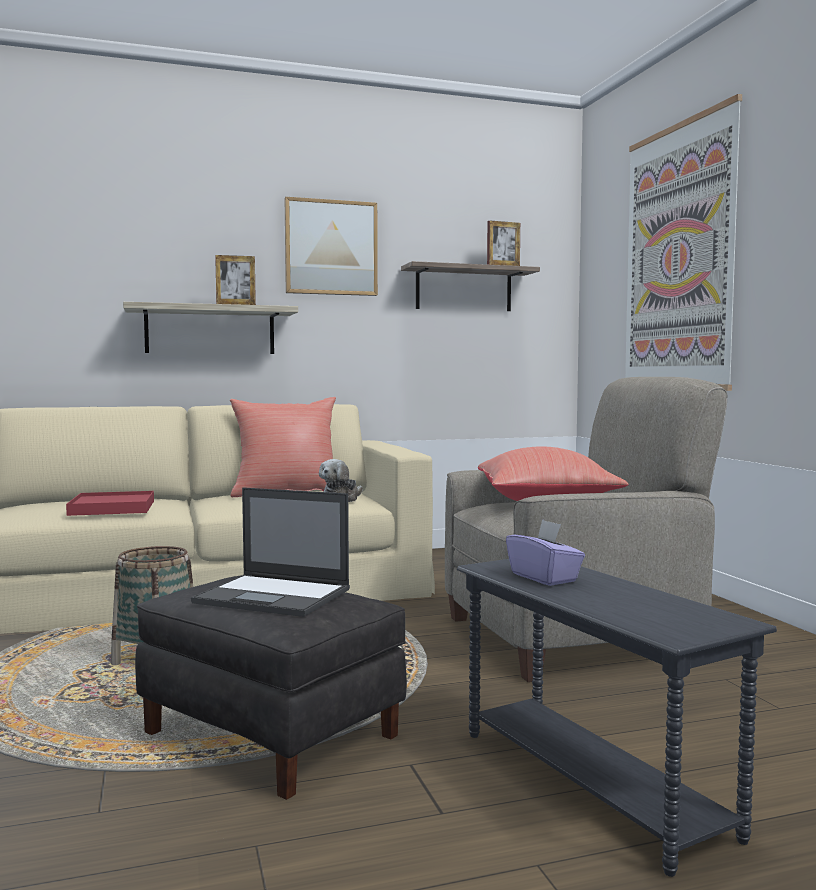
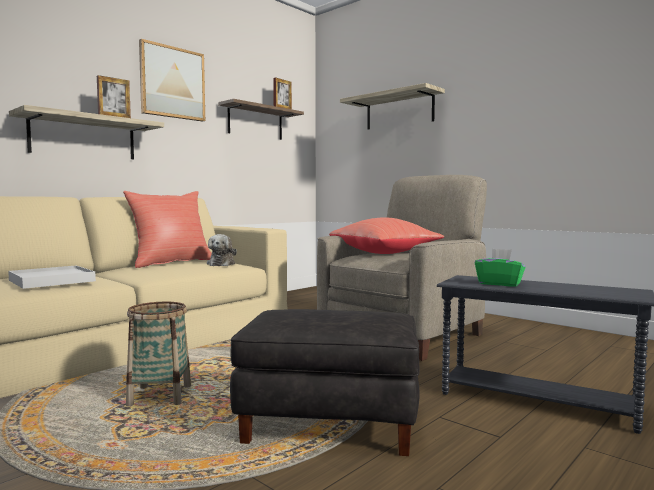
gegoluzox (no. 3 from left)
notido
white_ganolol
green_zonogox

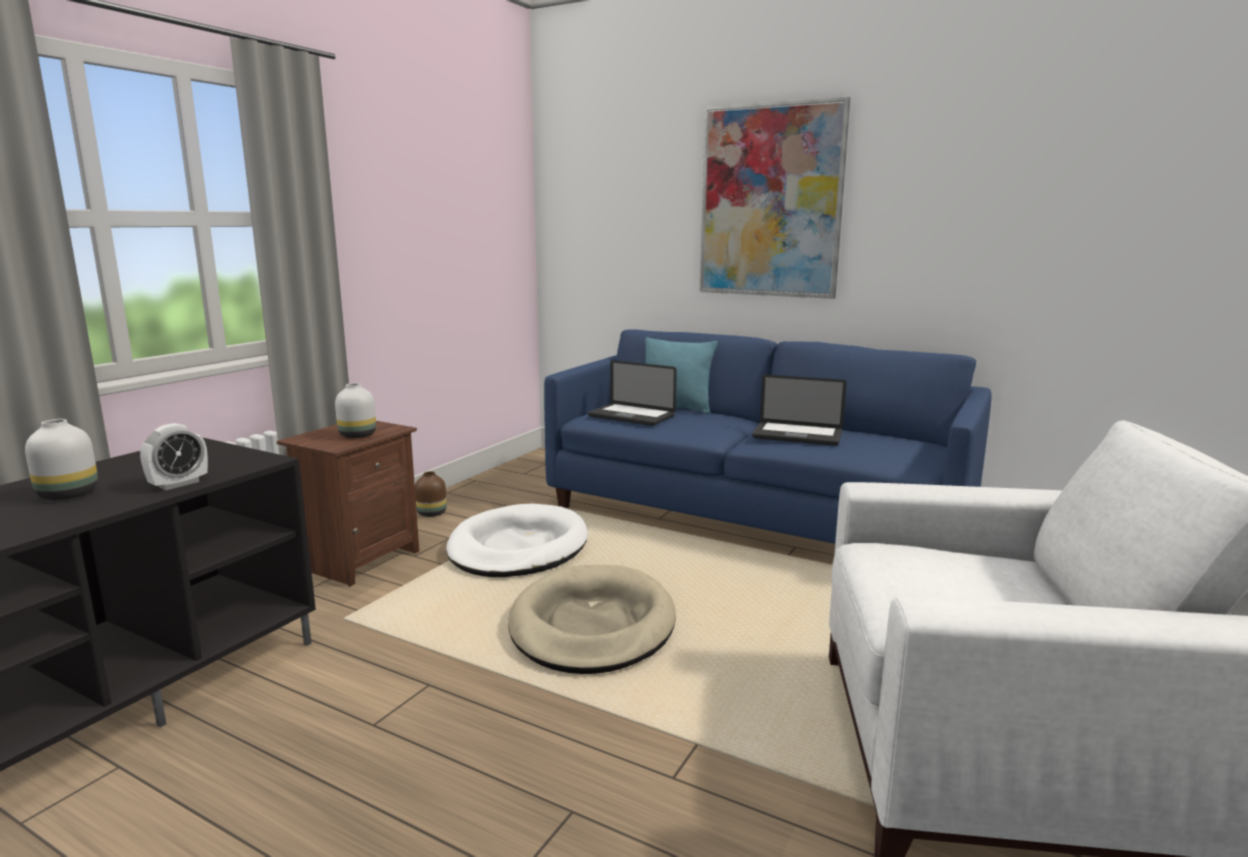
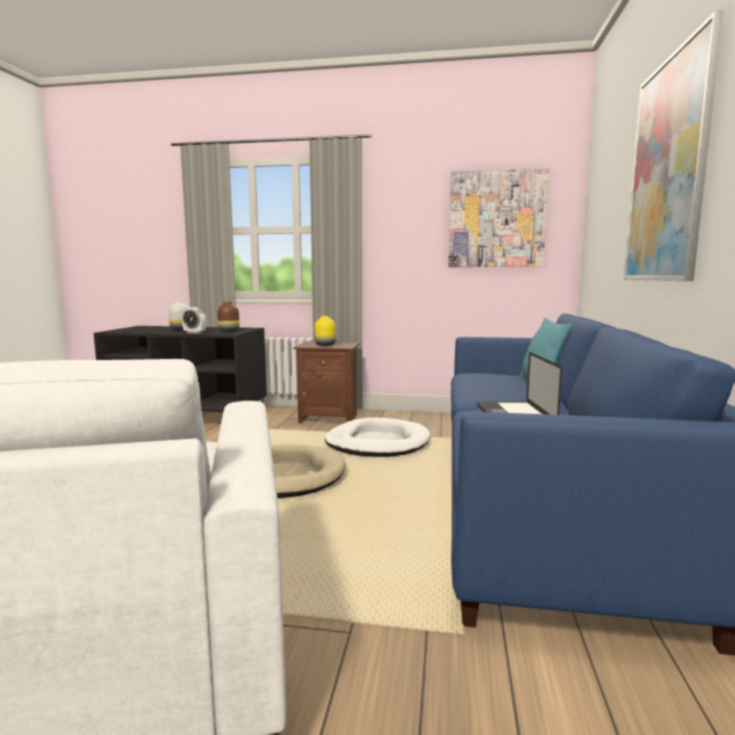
notido (no. 1 from left in the first image)
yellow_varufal
brown_varufal
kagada (no. 1 from left)

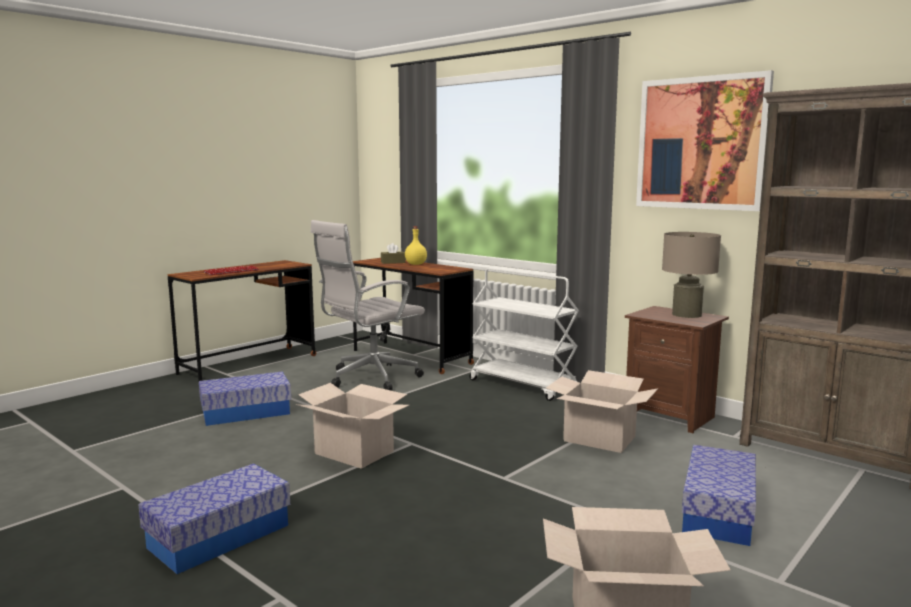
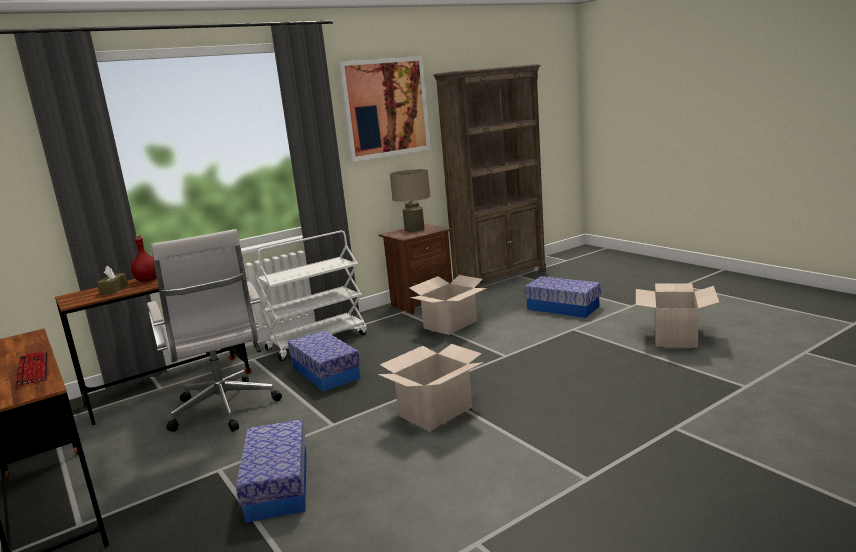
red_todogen
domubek (no. 2 from left)

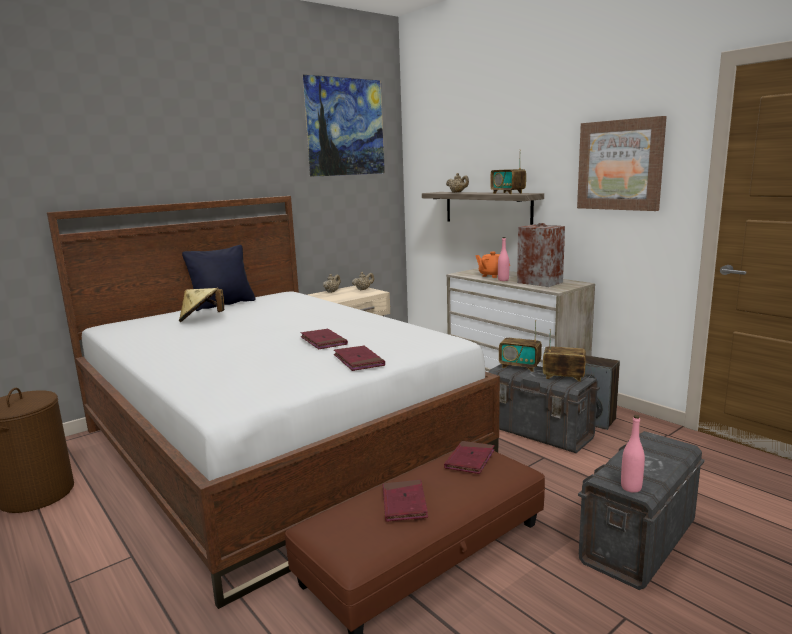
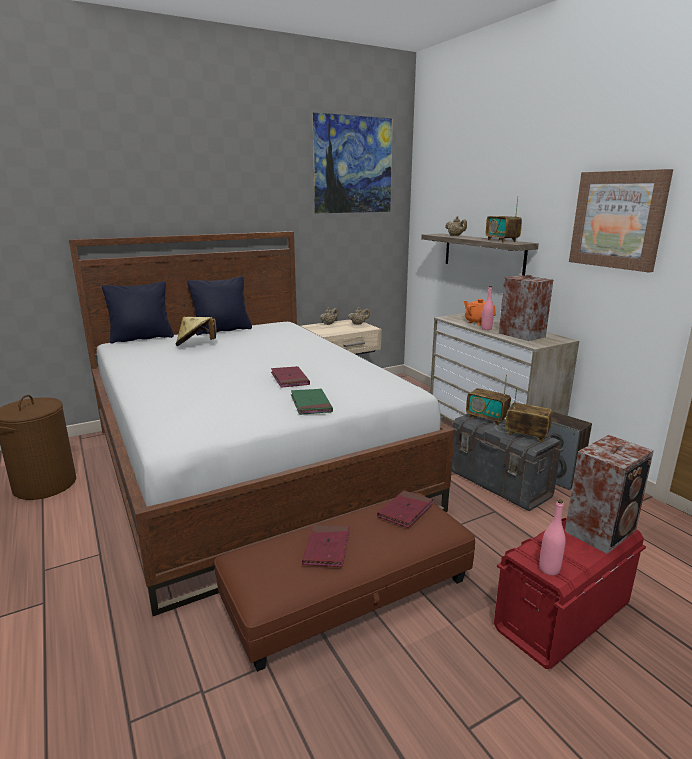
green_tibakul
red_domubek
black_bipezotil (no. 1 from left)
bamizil (no. 3 from left)

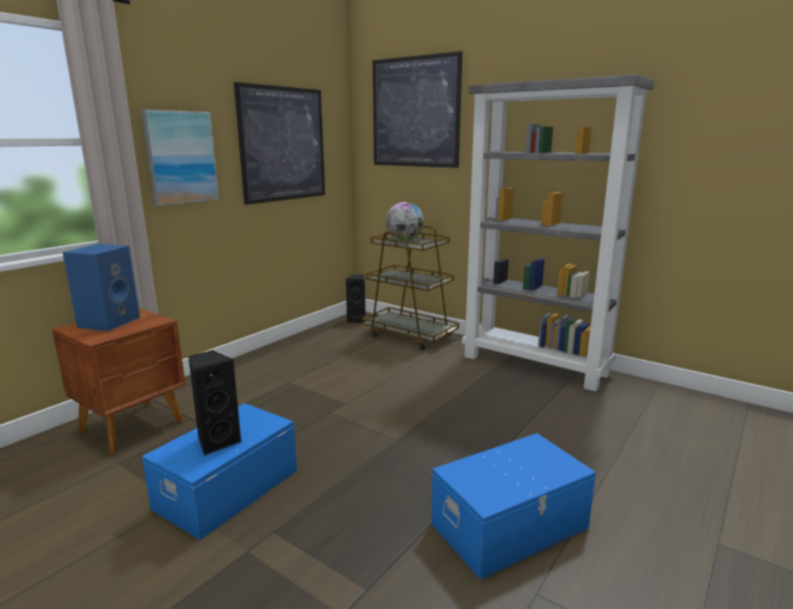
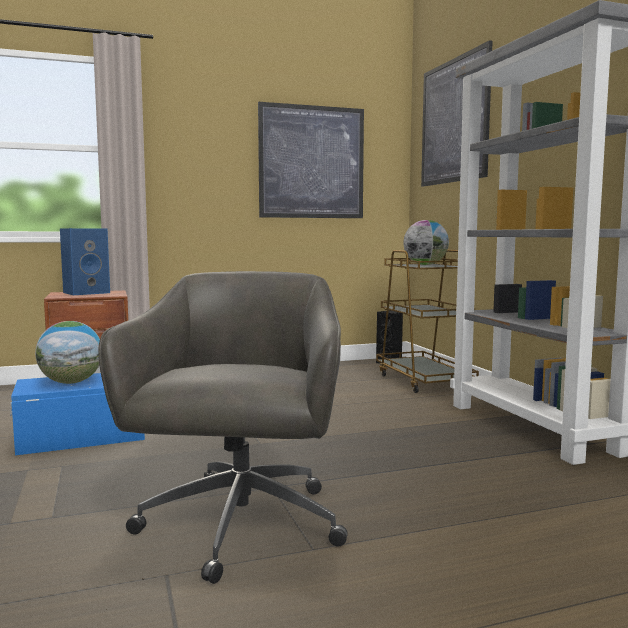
kagada (no. 1 from left in the first image)
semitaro (no. 1 from left)
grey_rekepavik

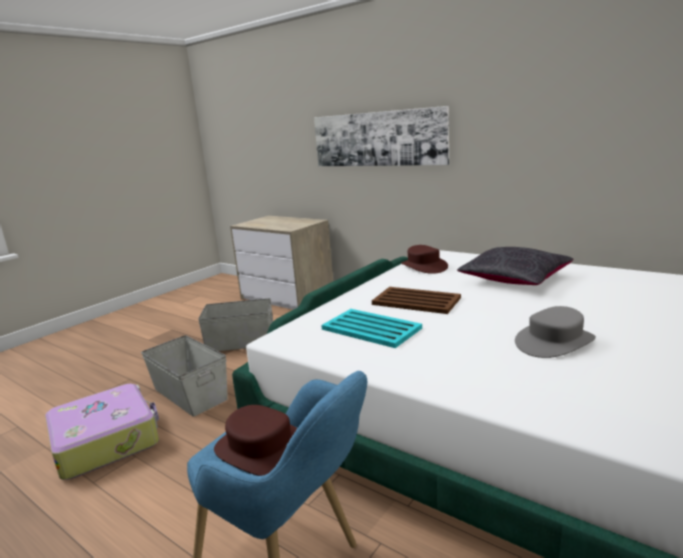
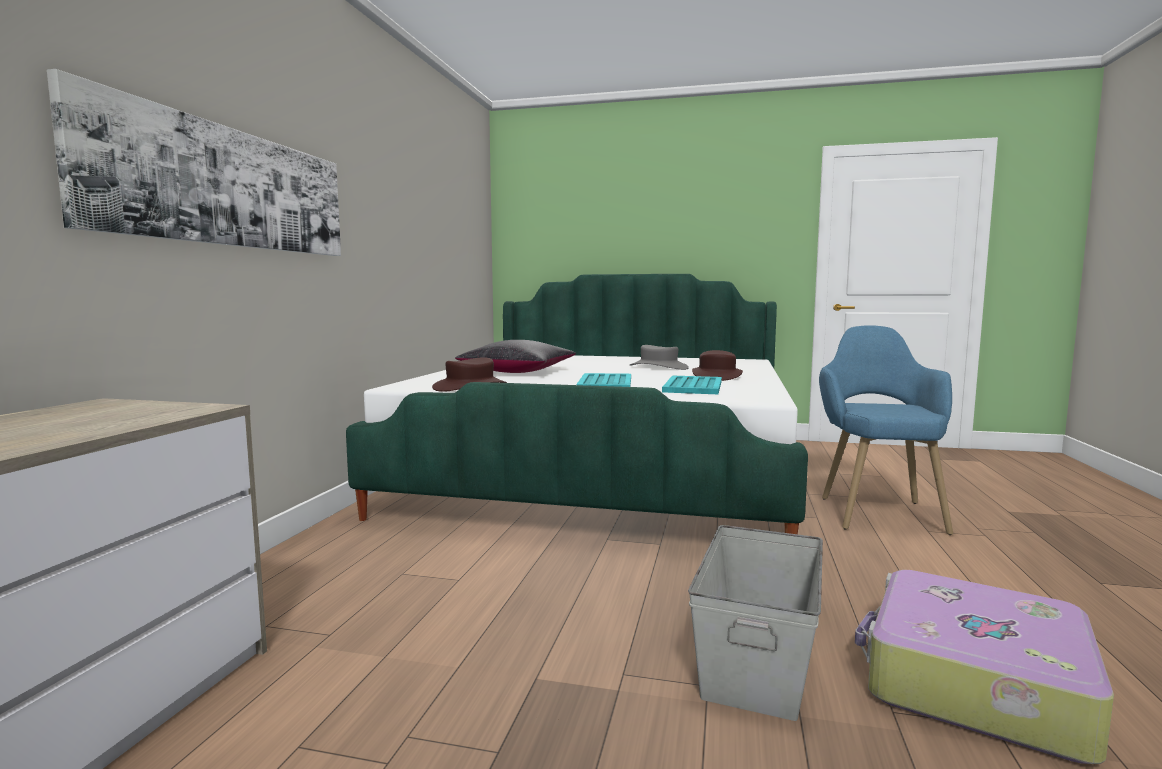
turquoise_ganolol (no. 1 from left)
grey_domubek (no. 2 from left in the first image)
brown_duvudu (no. 2 from left)

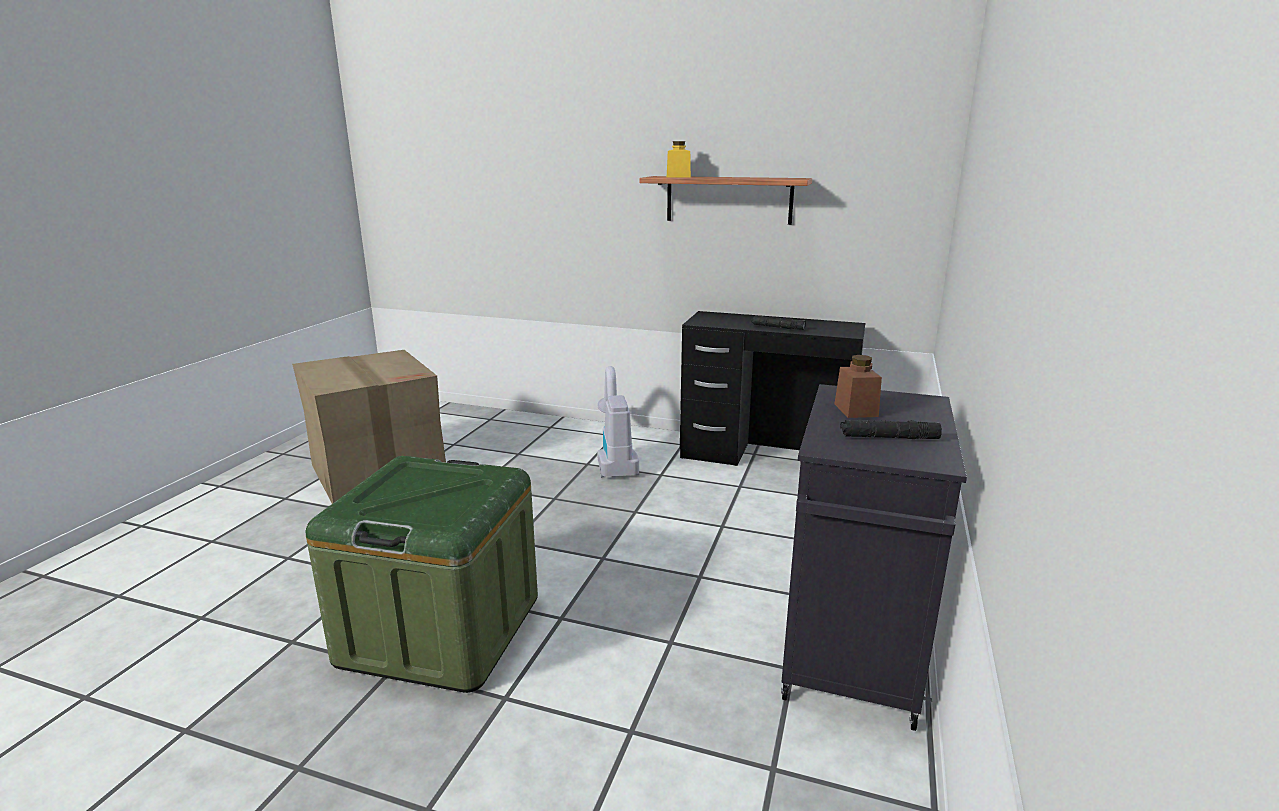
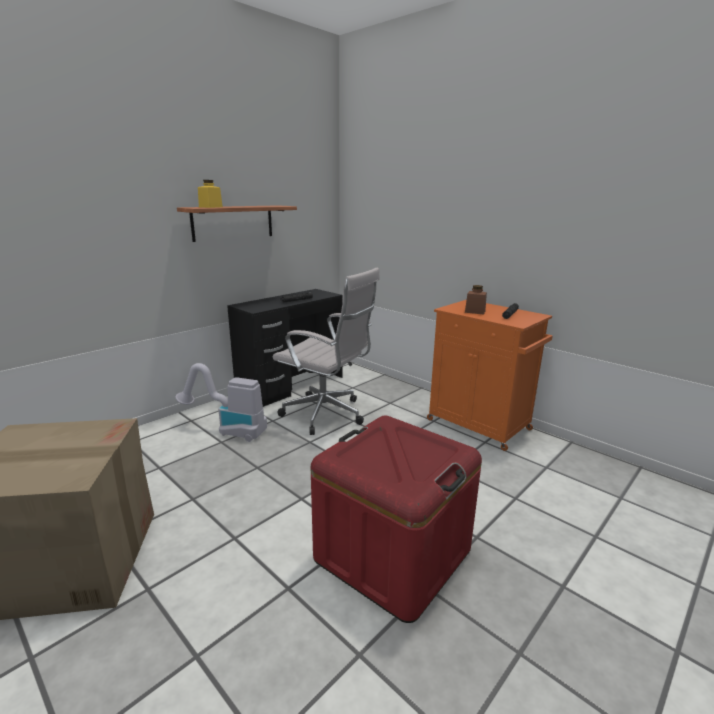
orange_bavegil
red_domubek
white_rekepavik

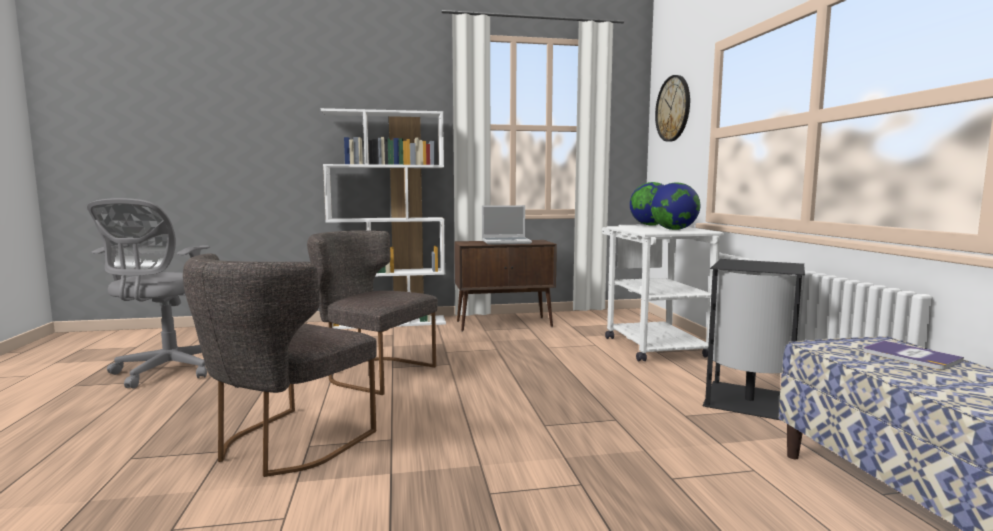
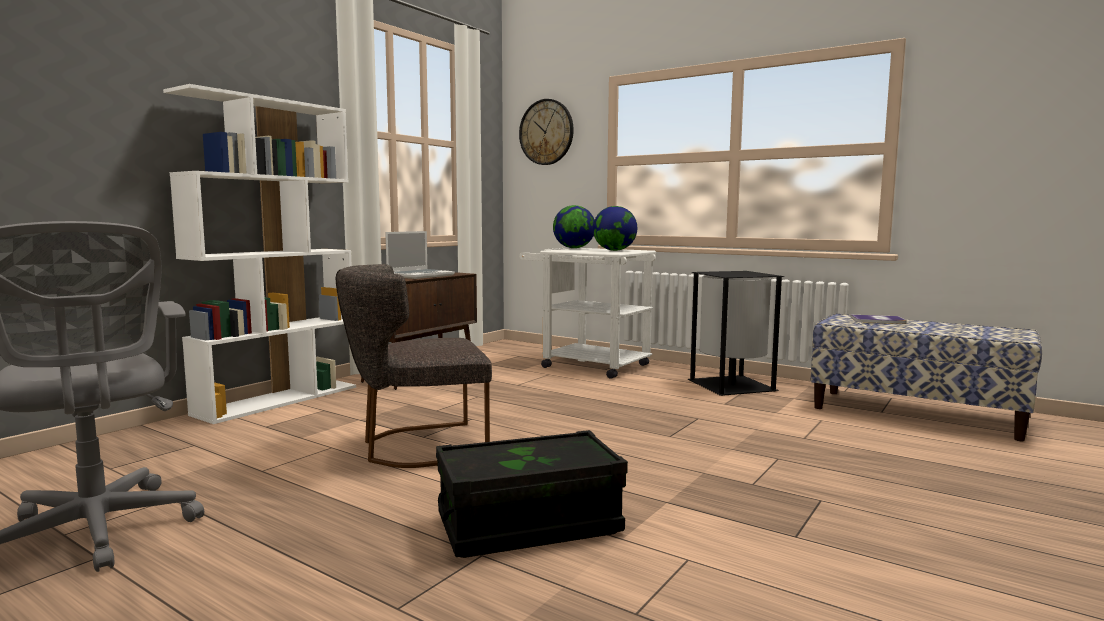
black_domubek

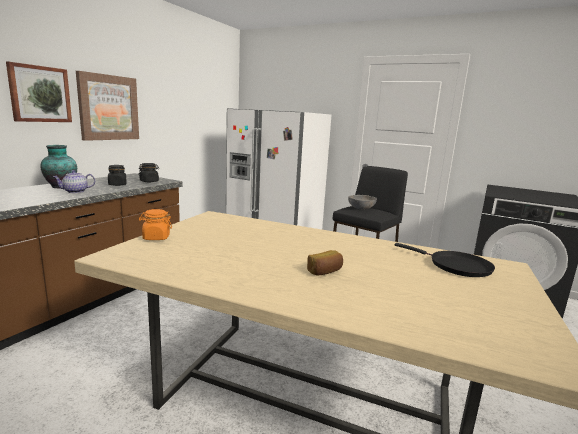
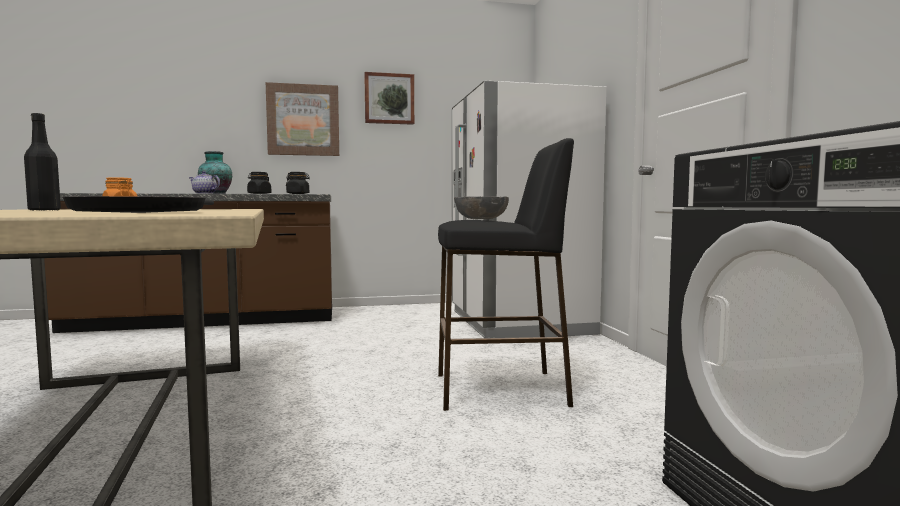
kagada (no. 2 from left)
black_todogen

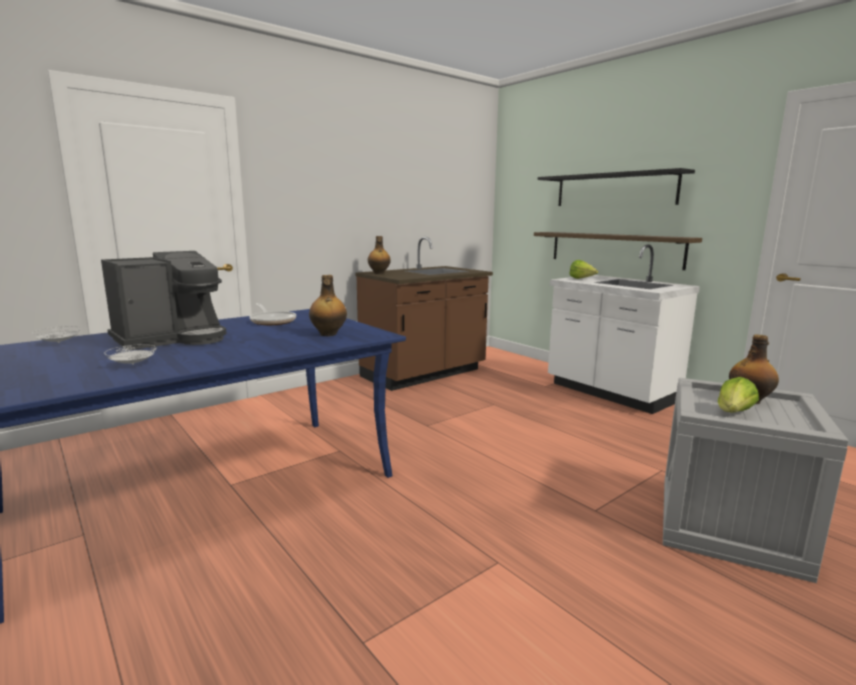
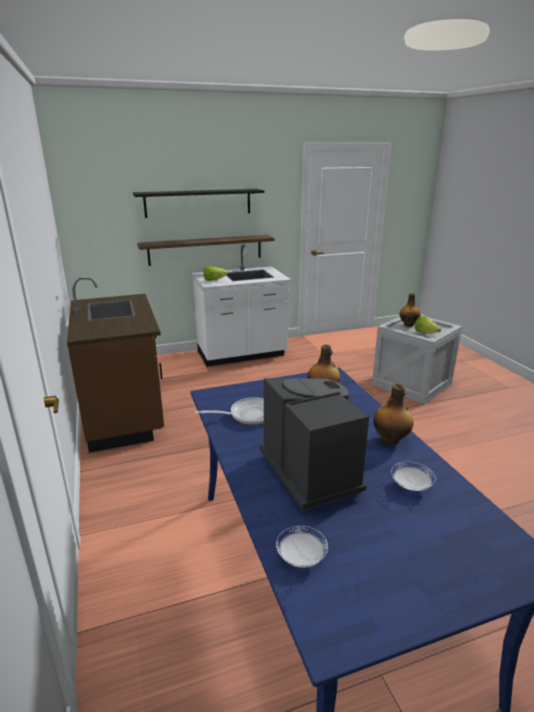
todogen (no. 2 from left)

